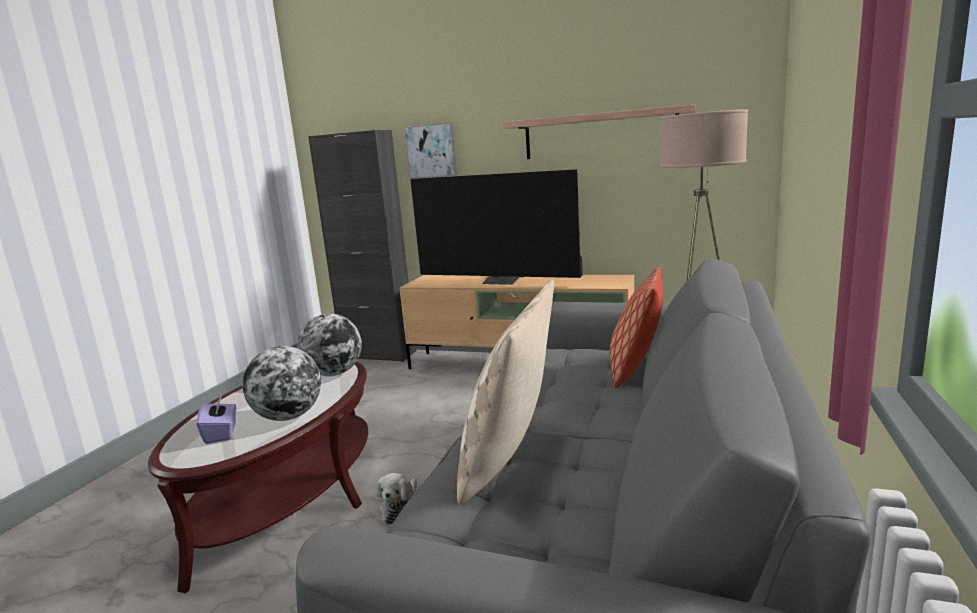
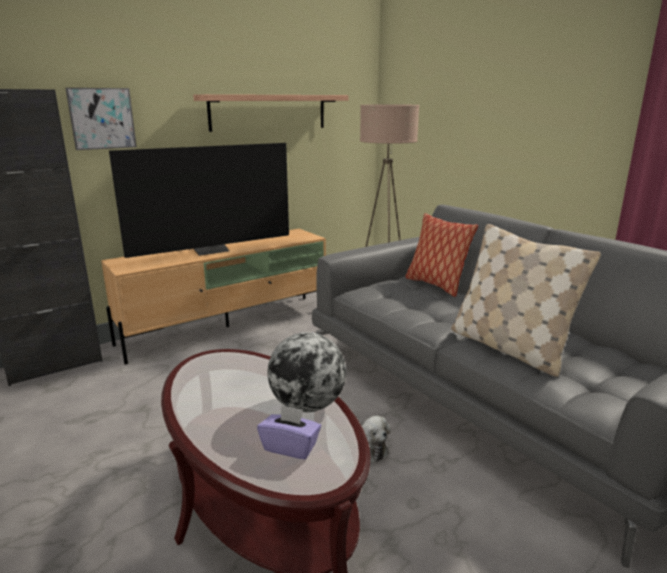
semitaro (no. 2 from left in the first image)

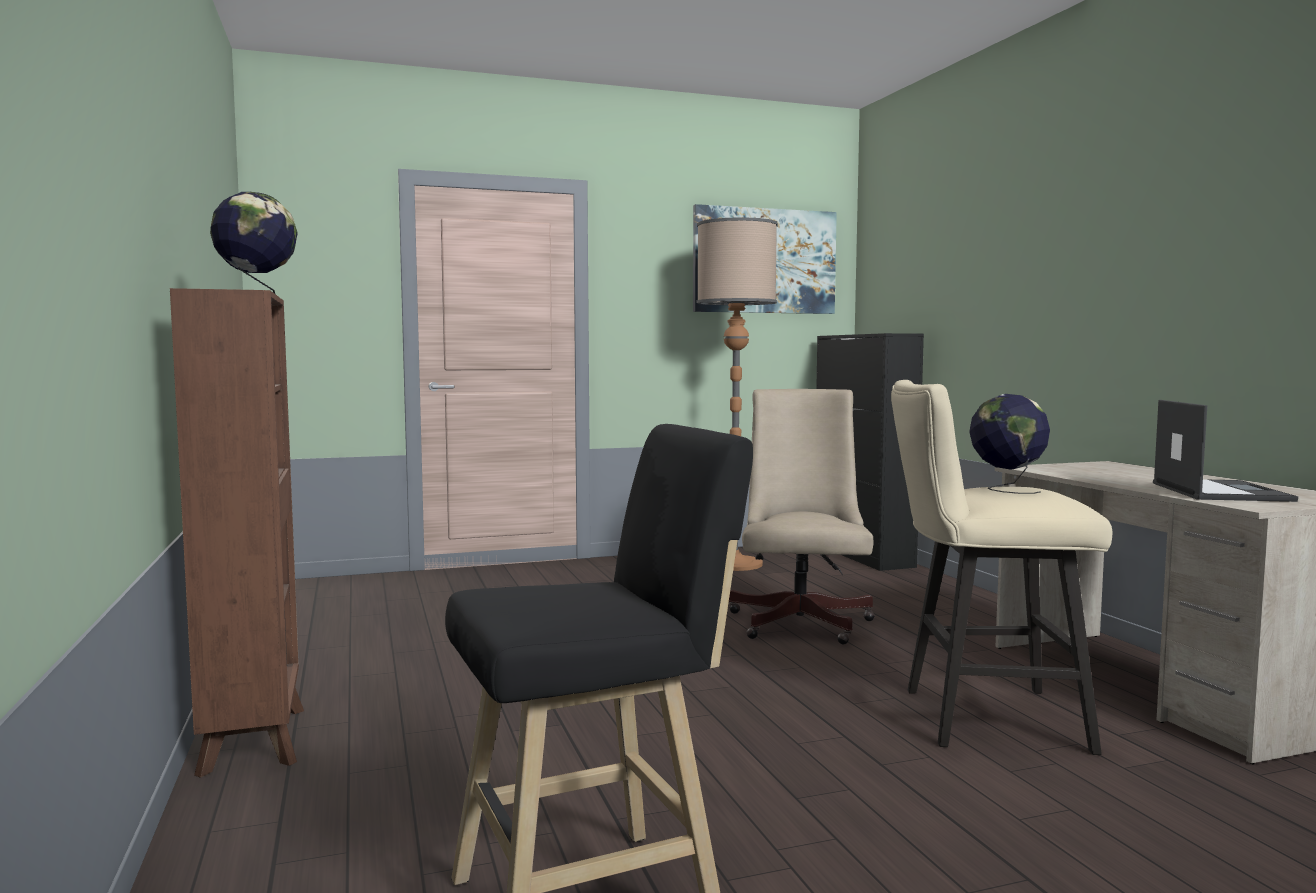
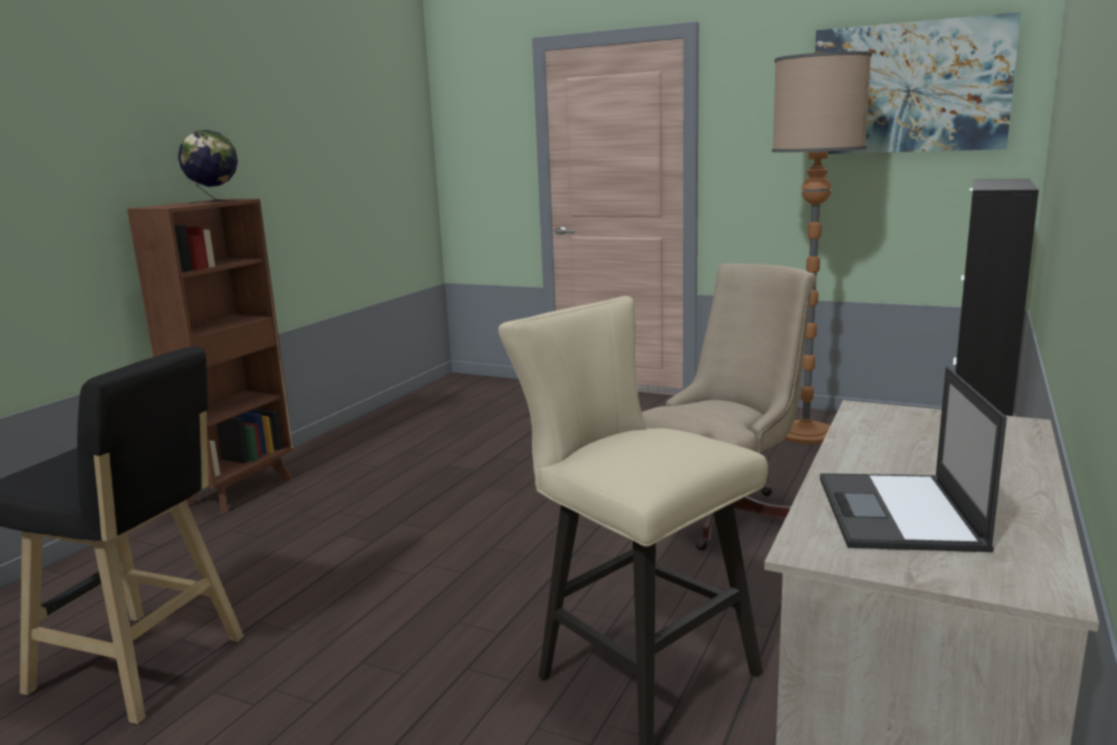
semitaro (no. 2 from left in the first image)
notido

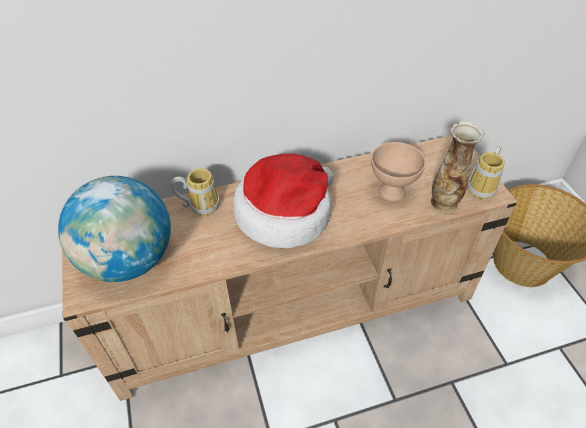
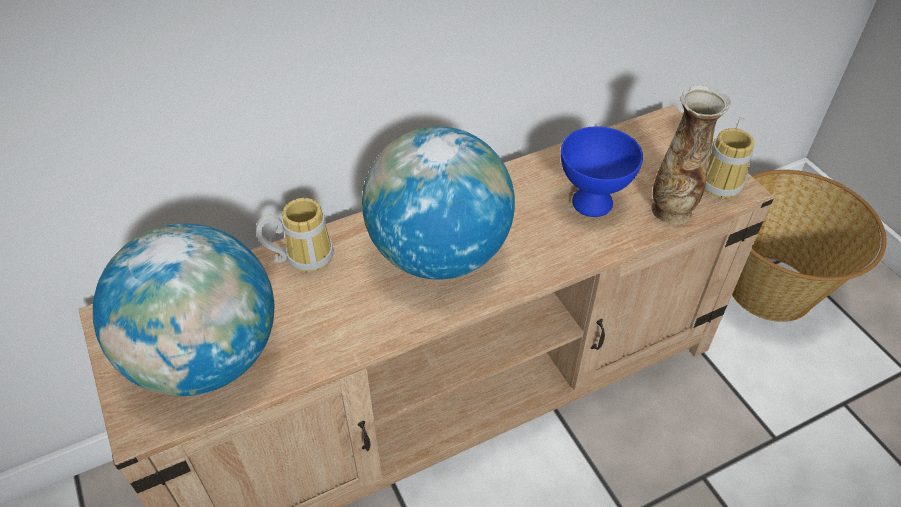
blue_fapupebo
semitaro (no. 2 from left)

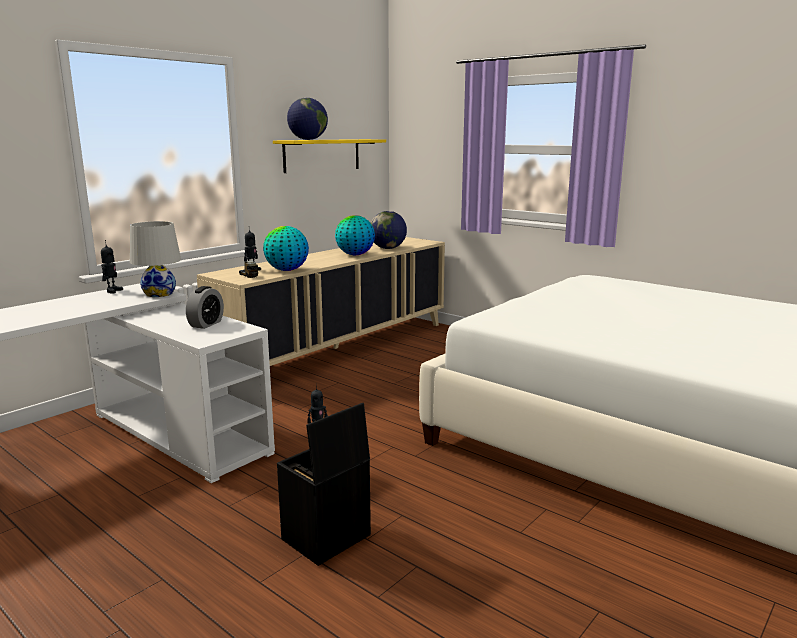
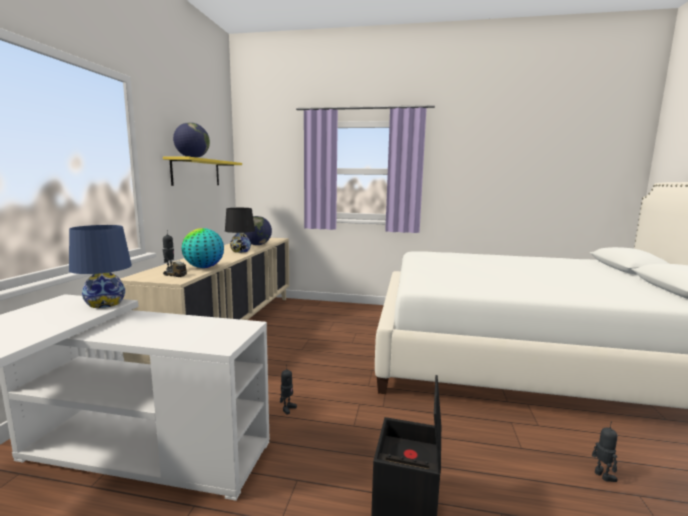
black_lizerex
blue_lizerex
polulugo (no. 3 from left)
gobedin

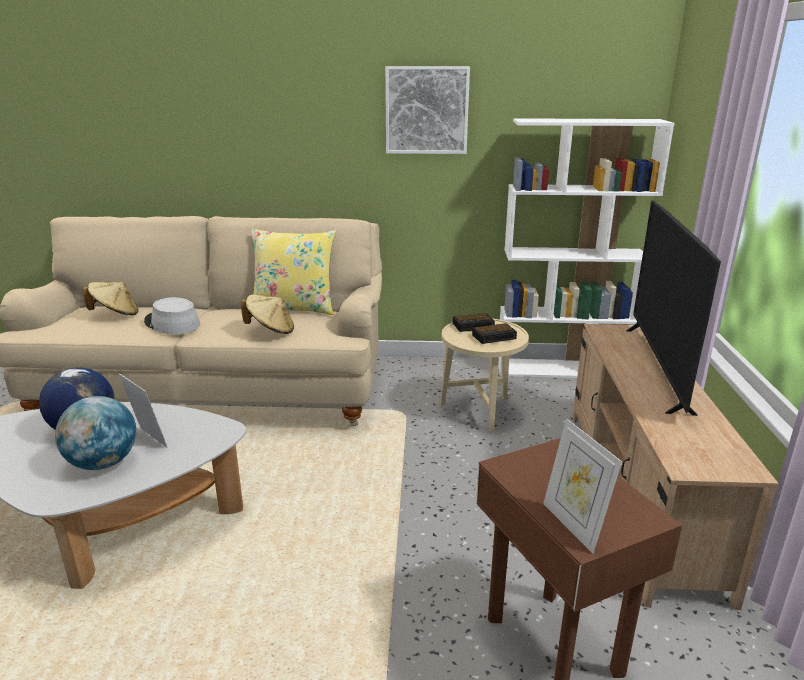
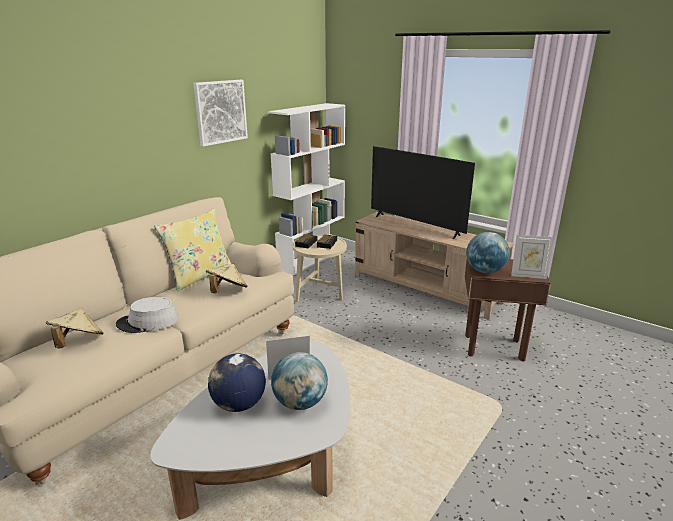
semitaro (no. 3 from left)

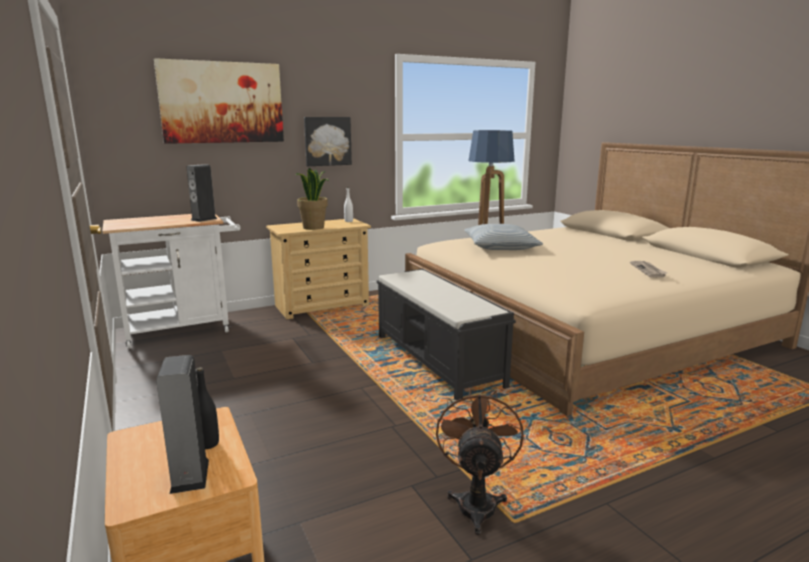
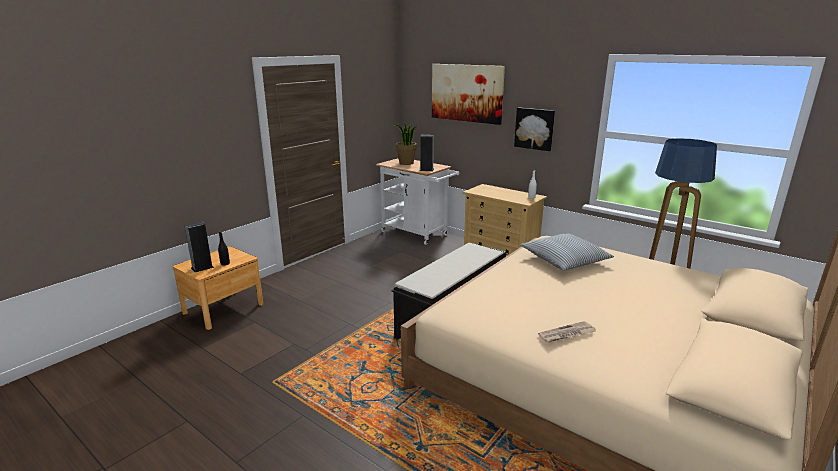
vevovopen
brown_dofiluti

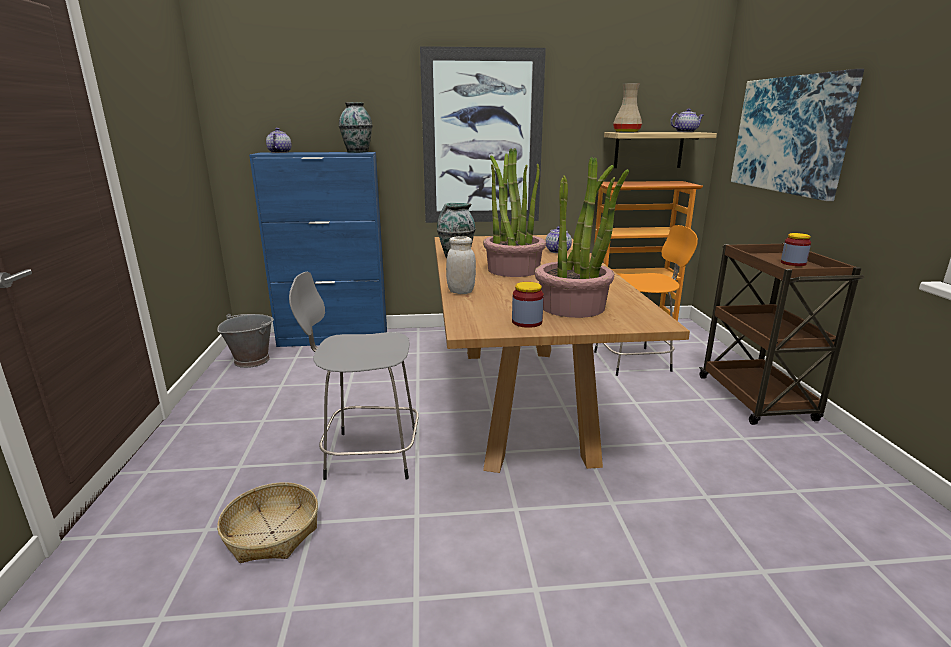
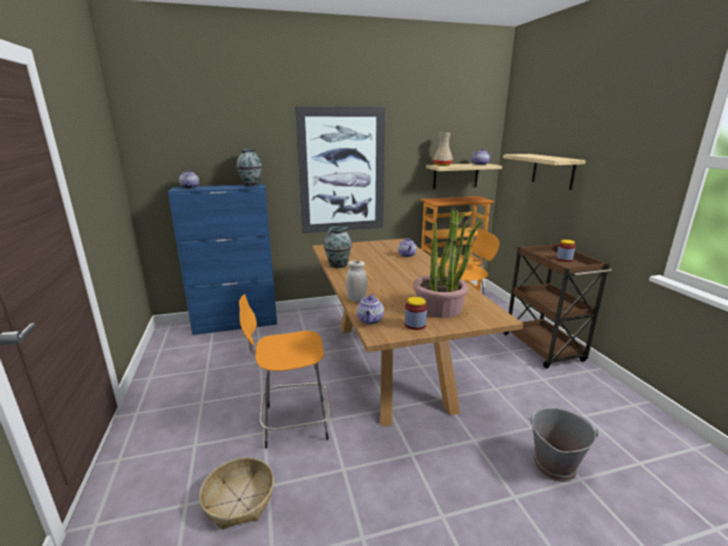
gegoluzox (no. 2 from left)
vevovopen (no. 1 from left in the first image)
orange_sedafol (no. 1 from left)
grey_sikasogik
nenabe (no. 2 from left)

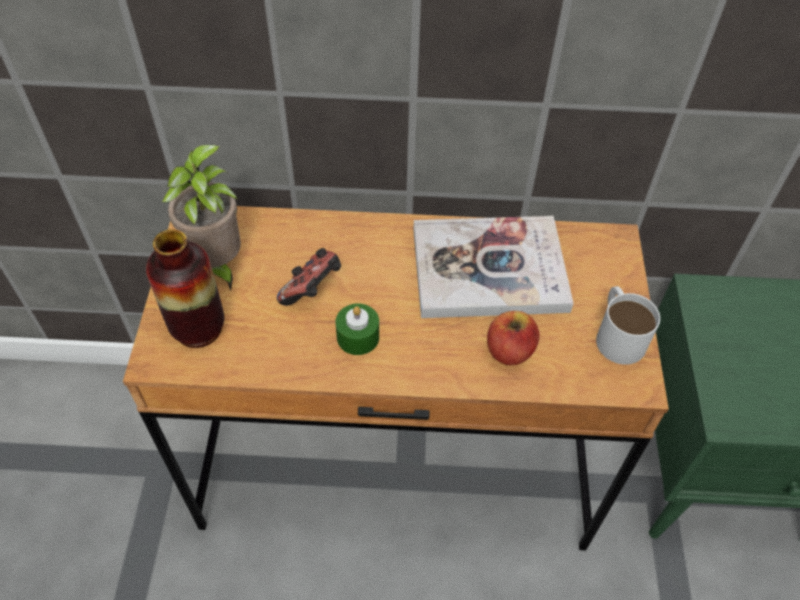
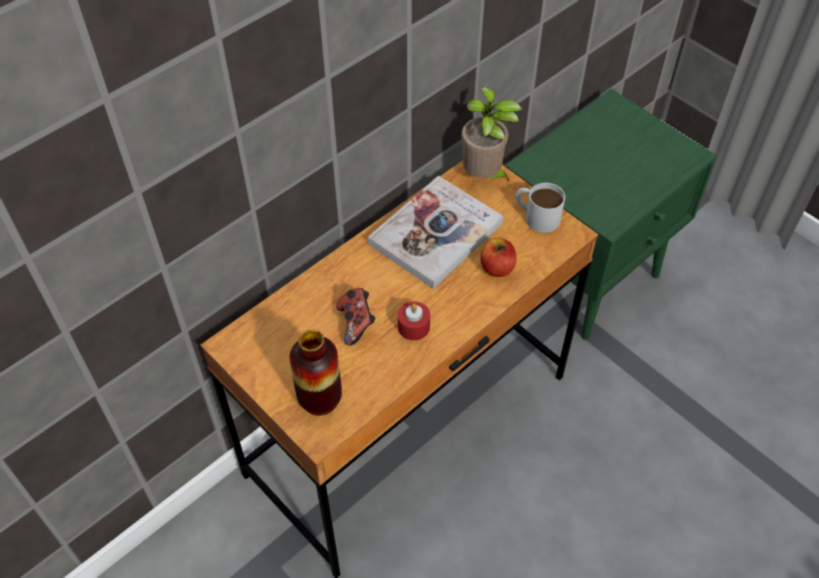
vevovopen
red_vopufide

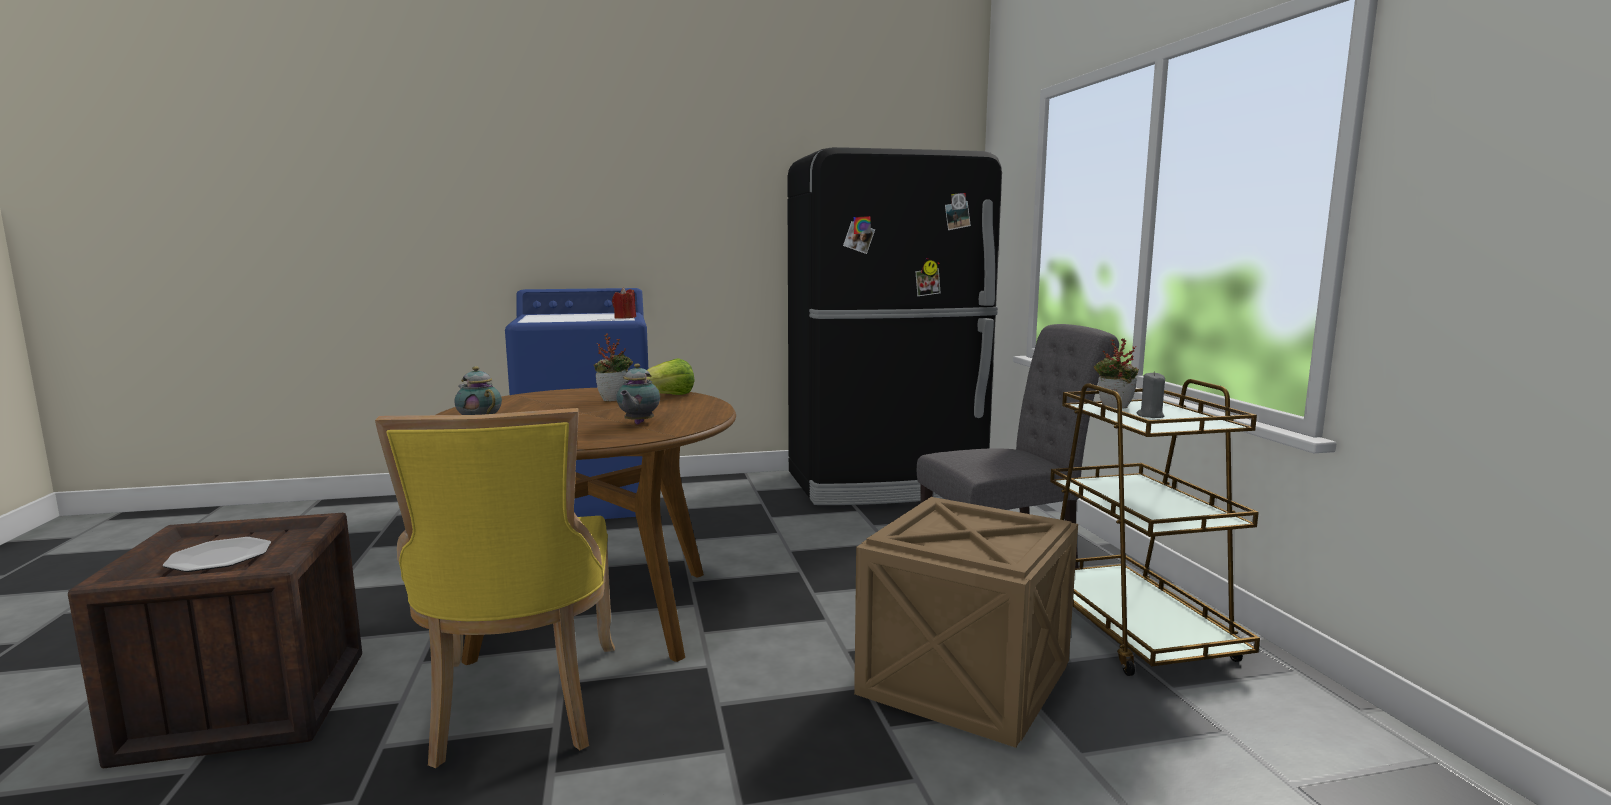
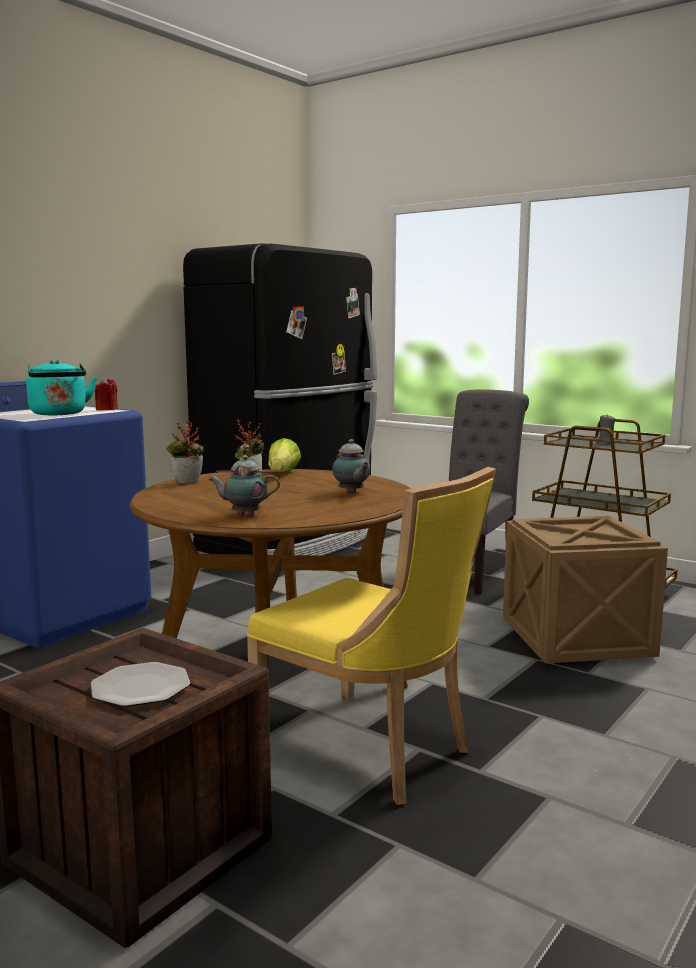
vevovopen (no. 1 from left)
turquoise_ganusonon

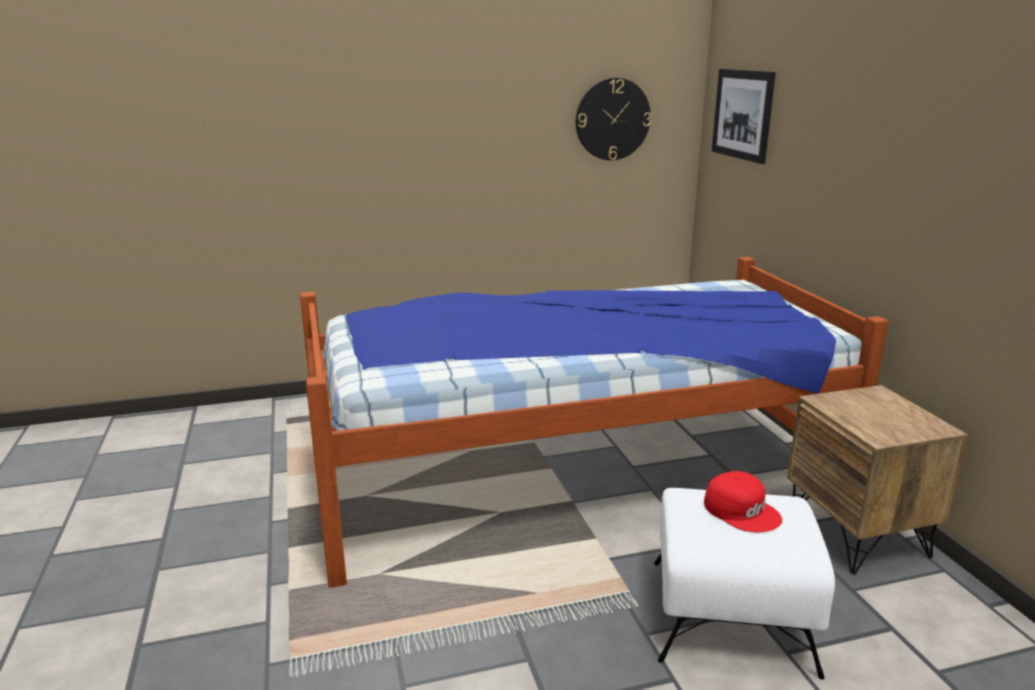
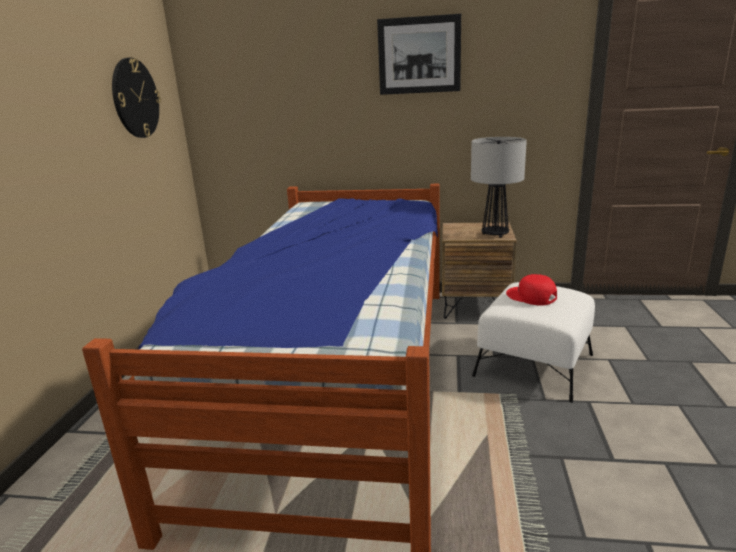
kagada
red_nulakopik
lizerex

